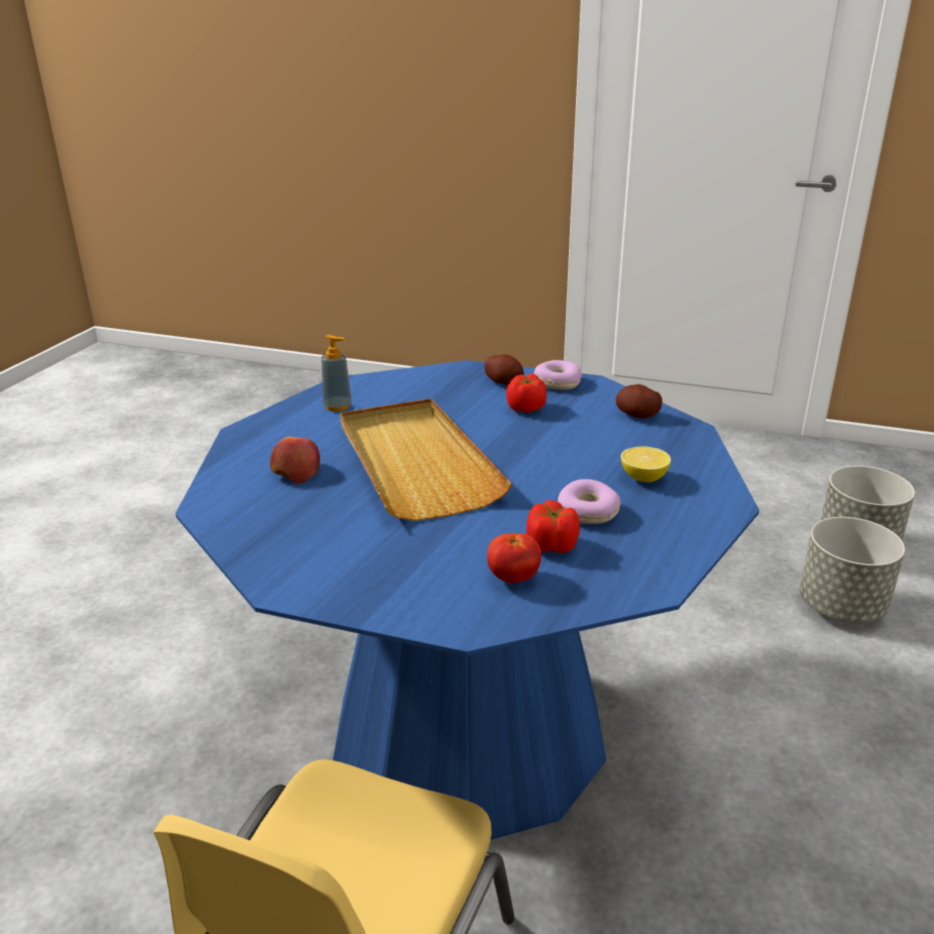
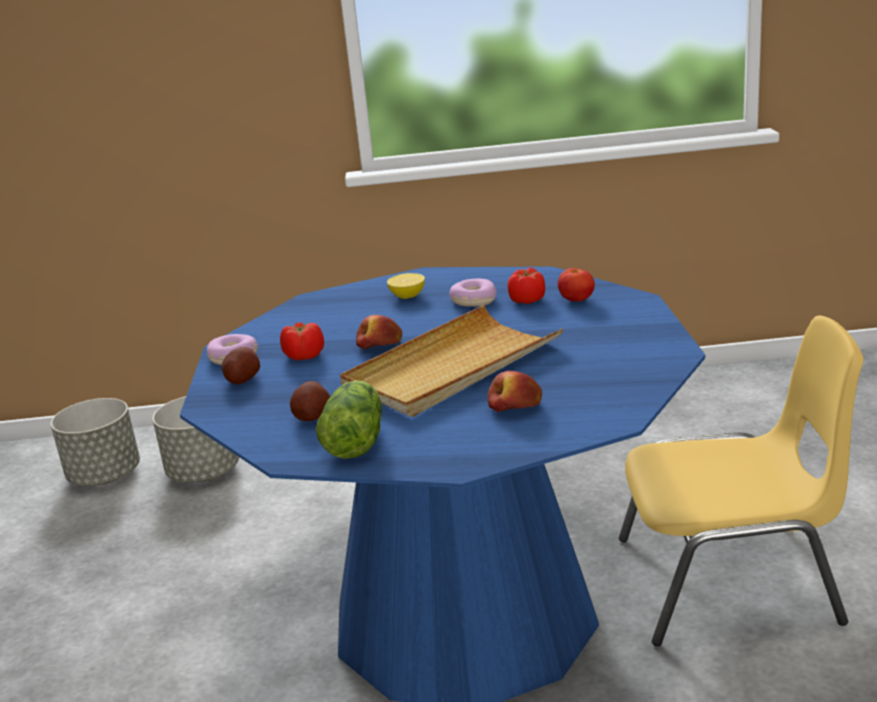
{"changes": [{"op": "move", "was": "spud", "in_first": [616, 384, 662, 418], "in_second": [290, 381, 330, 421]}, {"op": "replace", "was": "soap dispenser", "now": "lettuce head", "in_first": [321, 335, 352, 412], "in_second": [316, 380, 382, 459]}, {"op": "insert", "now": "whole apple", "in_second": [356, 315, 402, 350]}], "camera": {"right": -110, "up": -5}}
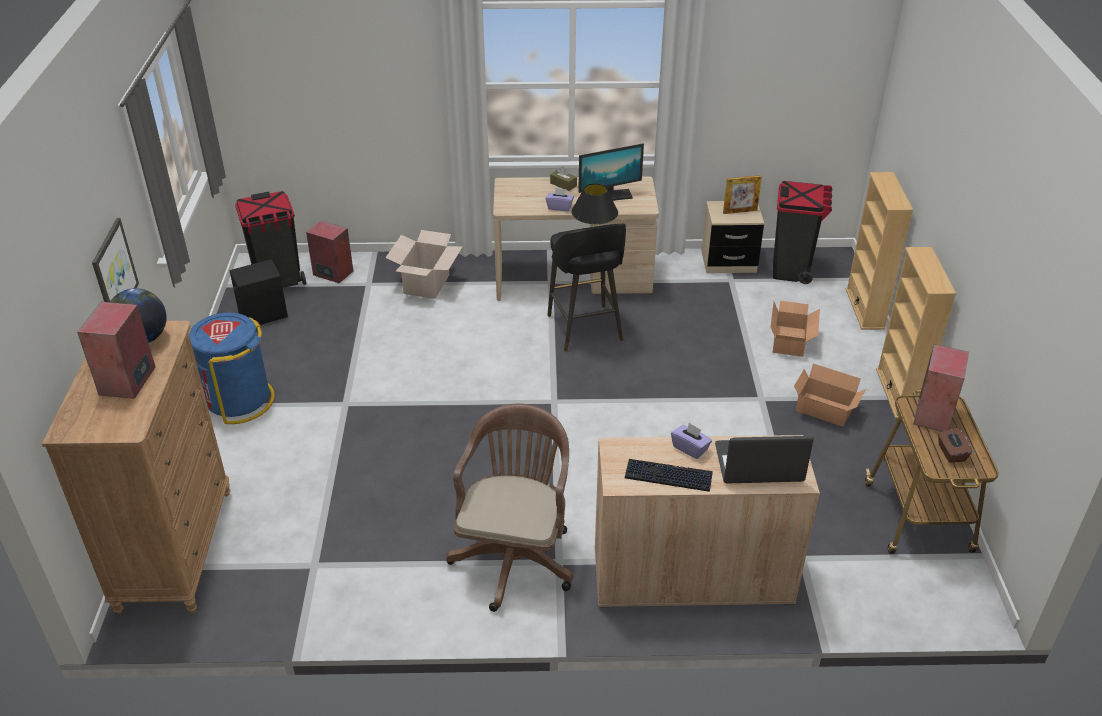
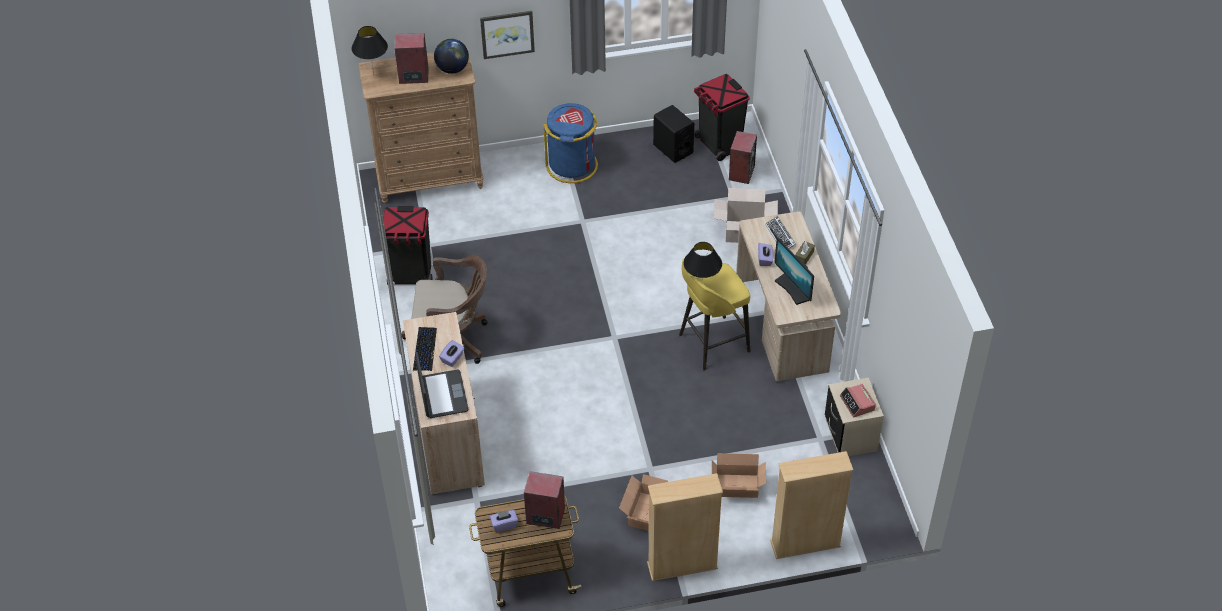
{"changes": [{"op": "insert", "now": "black lamp for a table", "in_second": [351, 26, 388, 74]}, {"op": "move", "was": "black waste bin", "in_first": [773, 181, 832, 284], "in_second": [383, 206, 432, 285]}, {"op": "recolor", "was": "brown tissue holder", "now": "purplish tissue holder", "in_first": [938, 428, 972, 463], "in_second": [490, 510, 518, 532]}, {"op": "recolor", "was": "black stool", "now": "yellowish stool", "in_first": [547, 224, 626, 351], "in_second": [679, 258, 751, 370]}, {"op": "insert", "now": "keyboard", "in_second": [765, 216, 796, 248]}, {"op": "replace", "was": "photo frame", "now": "bedside clock", "in_first": [723, 175, 762, 214], "in_second": [840, 384, 876, 418]}], "camera": {"right": 80, "up": 10}}
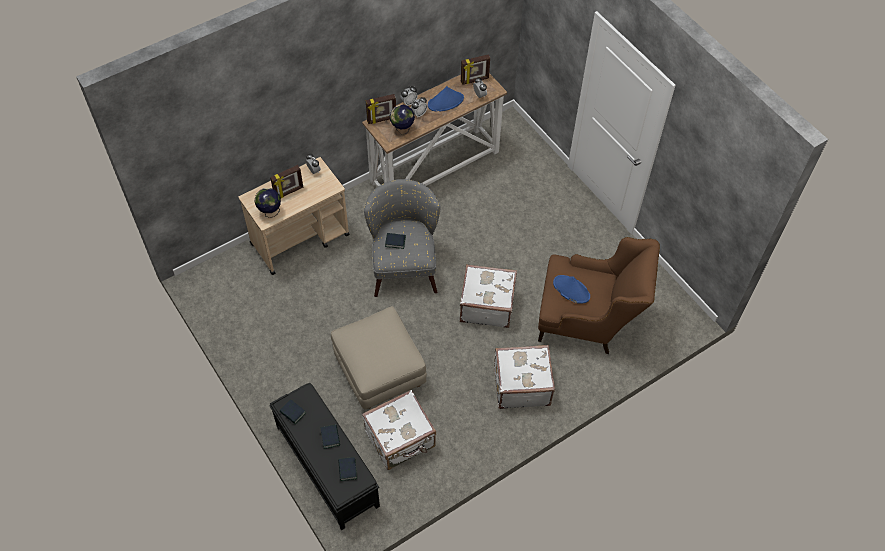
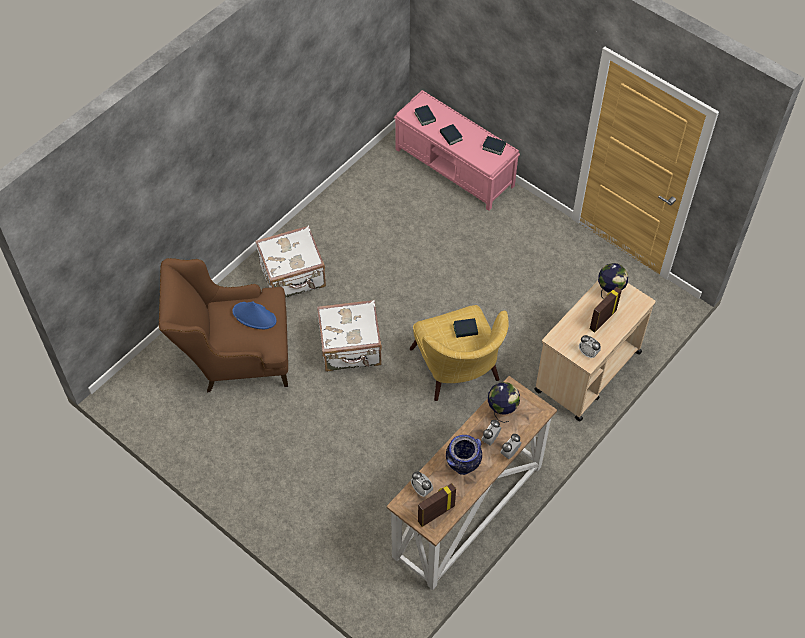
{"changes": [{"op": "recolor", "was": "black bench", "now": "pink bench", "in_first": [269, 383, 380, 530], "in_second": [394, 90, 520, 211]}, {"op": "recolor", "was": "gray armchair", "now": "yellowish armchair", "in_first": [364, 179, 441, 297], "in_second": [410, 305, 509, 401]}, {"op": "replace", "was": "blue wearable hat", "now": "vase", "in_first": [428, 86, 464, 111], "in_second": [446, 435, 482, 475]}, {"op": "delete", "was": "beige pouffe", "in_first": [331, 306, 427, 409]}, {"op": "delete", "was": "white-coloured suitcase", "in_first": [362, 390, 436, 470]}, {"op": "delete", "was": "photo frame", "in_first": [366, 94, 396, 124]}], "camera": {"right": 165, "up": 0}}
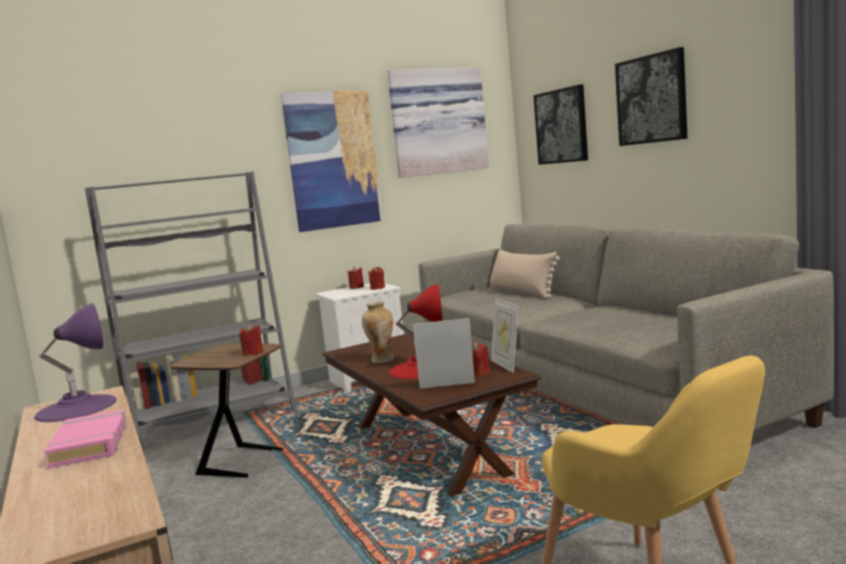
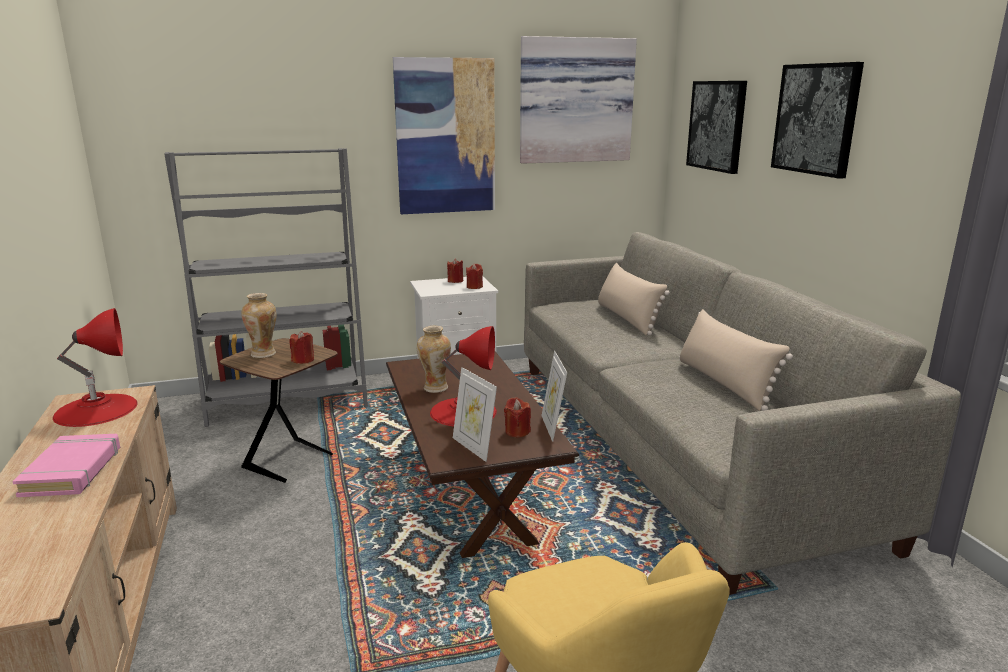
{"changes": [{"op": "recolor", "was": "purplish lamp for a table", "now": "reddish lamp for a table", "in_first": [34, 303, 117, 422], "in_second": [53, 308, 138, 427]}, {"op": "insert", "now": "vase", "in_second": [241, 293, 277, 358]}, {"op": "rotate", "was": "photo frame", "in_first": [413, 318, 475, 389], "in_second": [453, 367, 497, 462], "clockwise": -135}, {"op": "insert", "now": "beige cushion", "in_second": [679, 309, 793, 411]}], "camera": {"right": 10, "up": 10}}
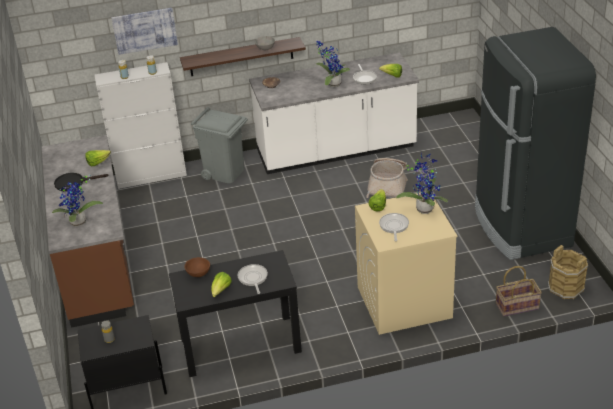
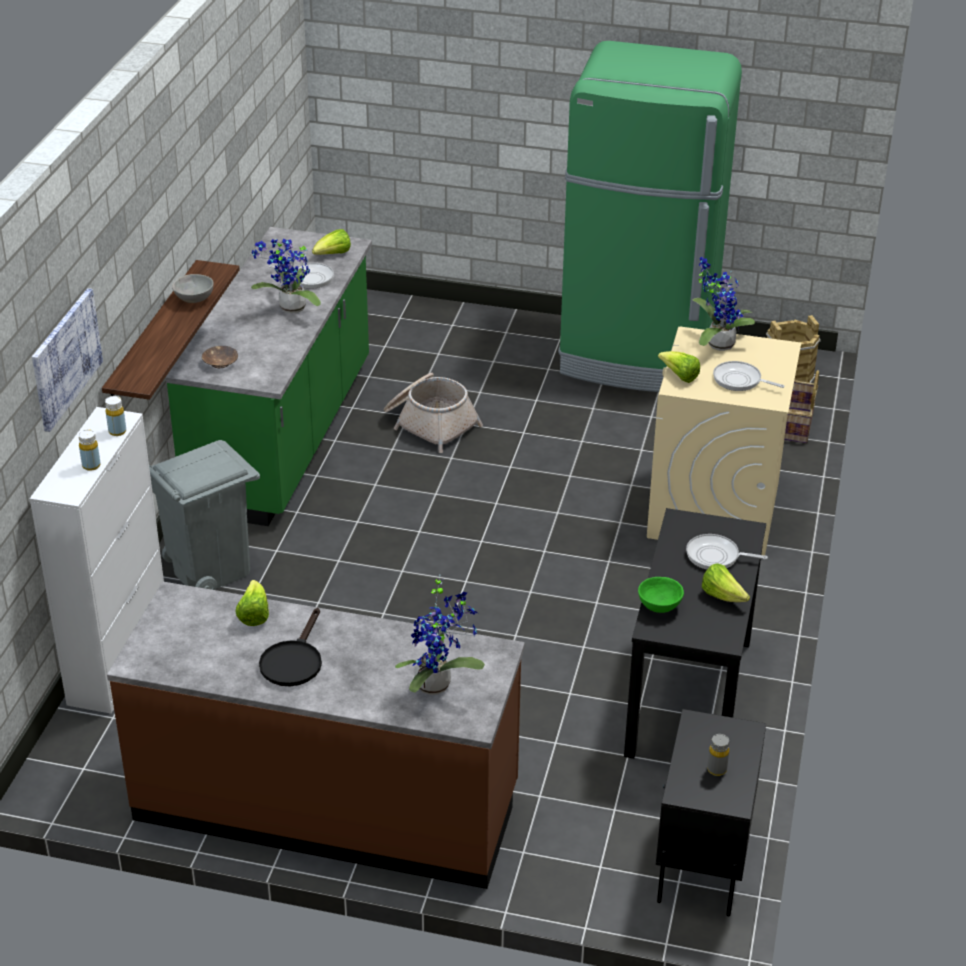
{"changes": [{"op": "recolor", "was": "white-coloured kitchen base unit", "now": "greenish kitchen base unit", "in_first": [249, 52, 419, 174], "in_second": [166, 227, 372, 526]}, {"op": "recolor", "was": "black kitchen fridge", "now": "greenish kitchen fridge", "in_first": [475, 27, 596, 260], "in_second": [558, 41, 742, 392]}, {"op": "recolor", "was": "brown deep dish", "now": "greenish deep dish", "in_first": [184, 257, 210, 277], "in_second": [638, 577, 684, 613]}], "camera": {"right": -65, "up": 0}}
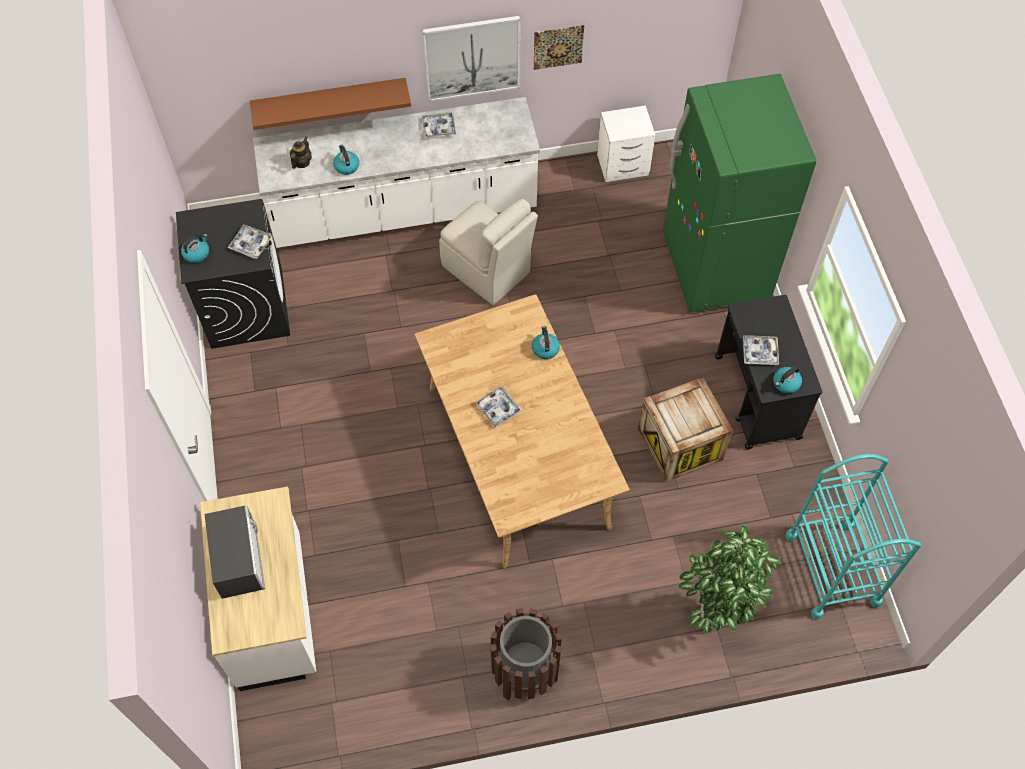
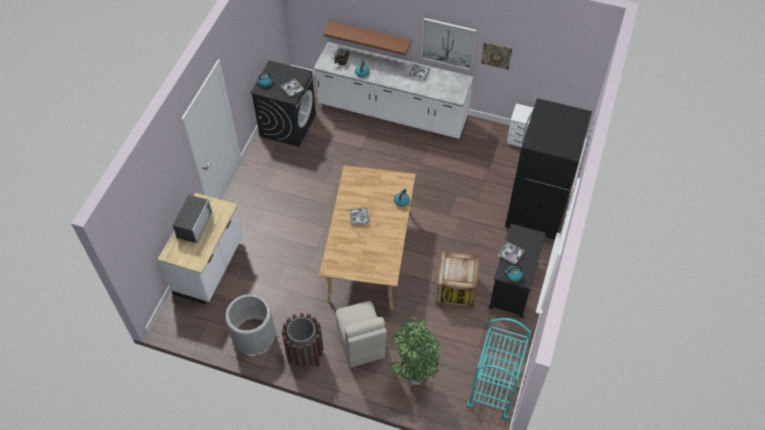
{"changes": [{"op": "insert", "now": "gray planter", "in_second": [225, 294, 275, 354]}, {"op": "move", "was": "beige plain chair", "in_first": [439, 199, 538, 305], "in_second": [335, 301, 387, 368]}, {"op": "recolor", "was": "greenish kitchen fridge", "now": "black kitchen fridge", "in_first": [663, 74, 816, 313], "in_second": [505, 98, 592, 240]}], "camera": {"right": 30, "up": -5}}
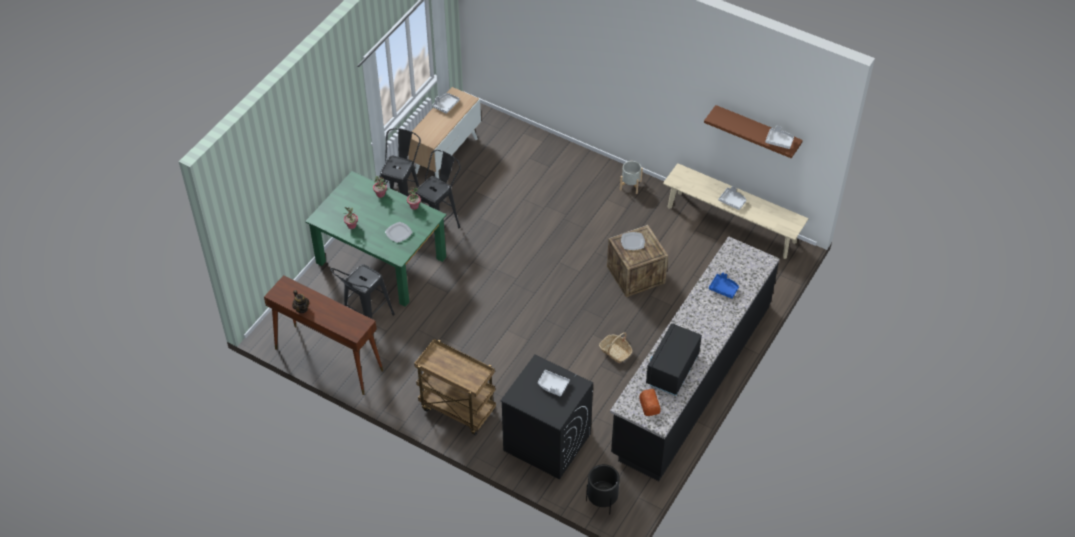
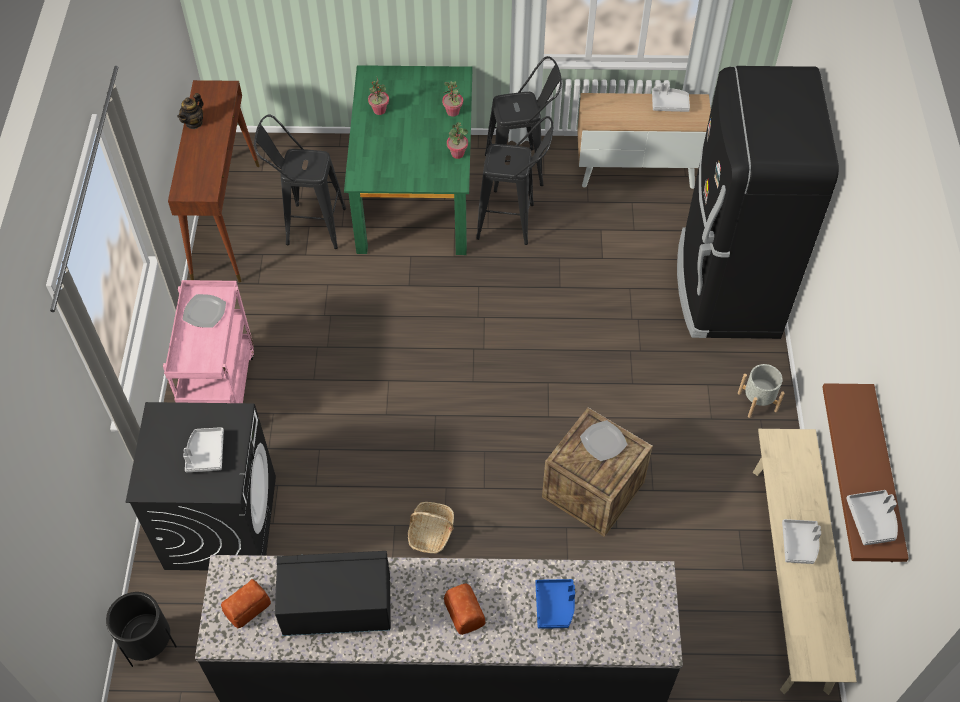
{"changes": [{"op": "recolor", "was": "brown cart", "now": "pink cart", "in_first": [414, 339, 496, 436], "in_second": [163, 280, 254, 403]}, {"op": "move", "was": "plate", "in_first": [385, 222, 413, 243], "in_second": [182, 294, 226, 328]}, {"op": "insert", "now": "baked bread", "in_second": [444, 584, 485, 635]}, {"op": "insert", "now": "black kitchen fridge", "in_second": [677, 66, 839, 339]}], "camera": {"right": 60, "up": 5}}
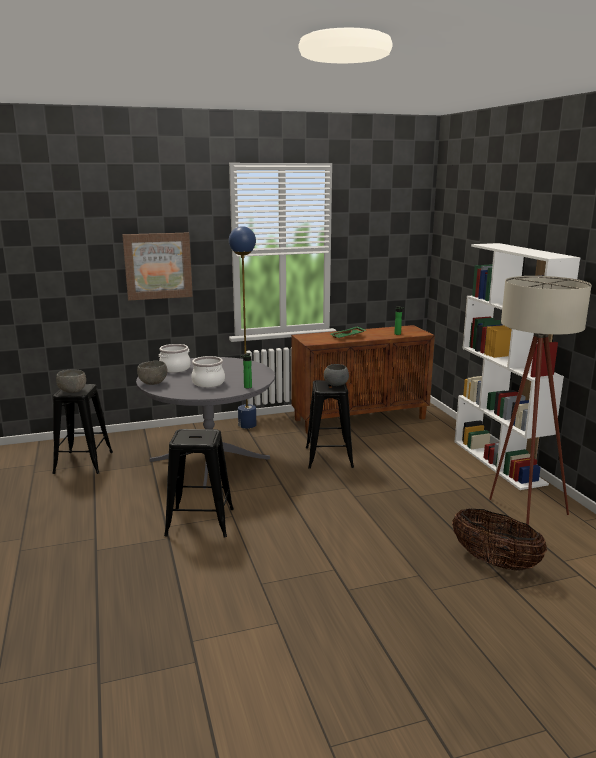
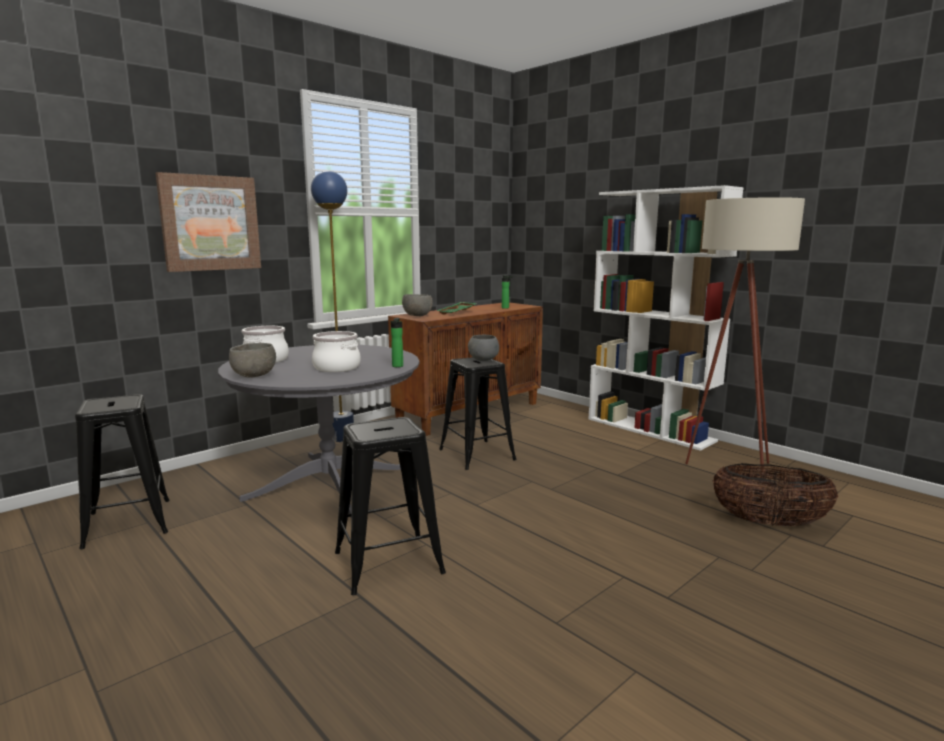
{"changes": [{"op": "move", "was": "gray deep dish", "in_first": [56, 370, 86, 393], "in_second": [402, 294, 433, 316]}], "camera": {"right": -25, "up": -5}}
